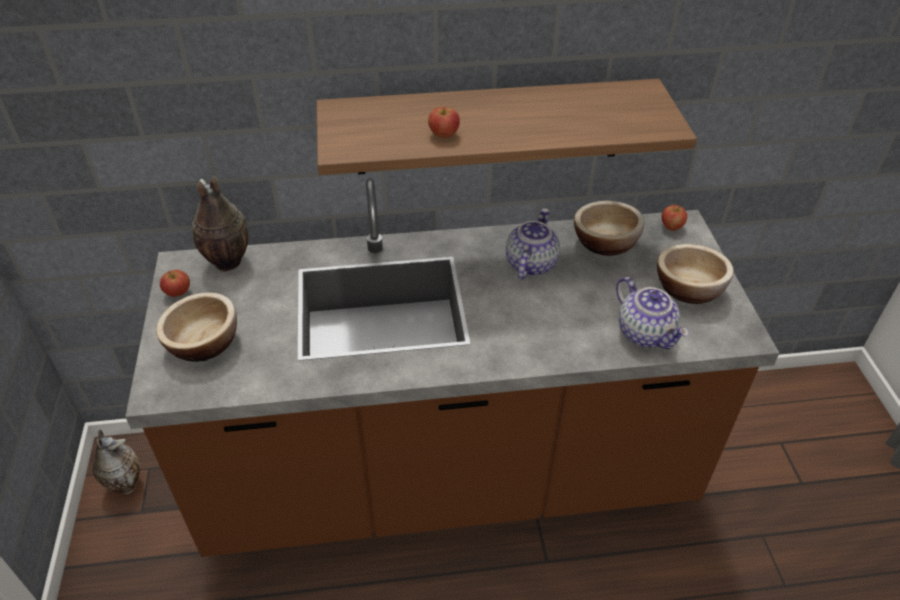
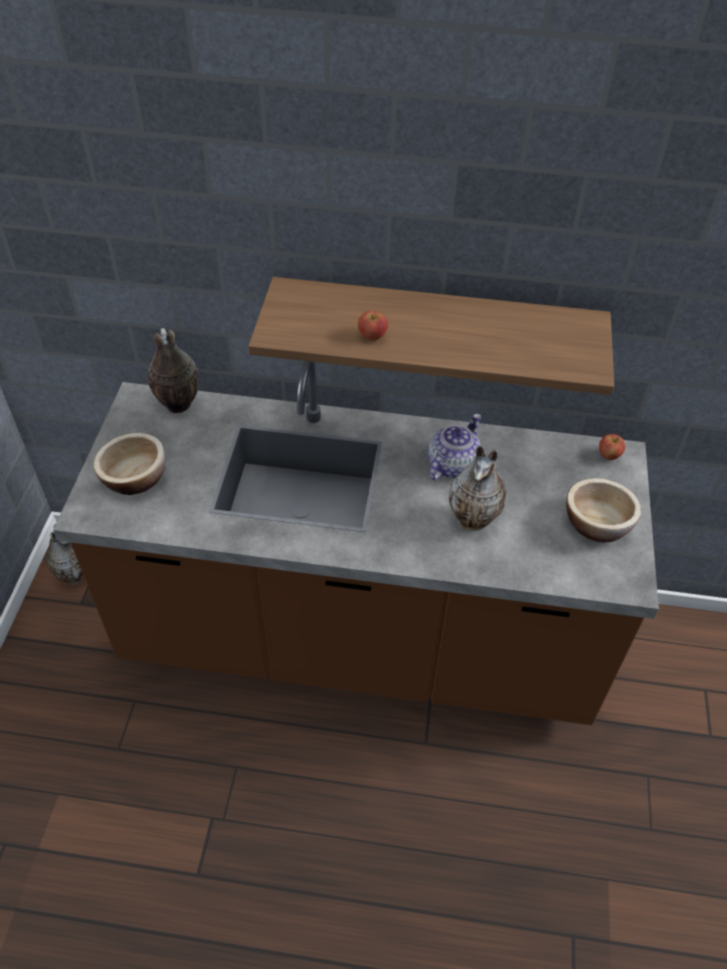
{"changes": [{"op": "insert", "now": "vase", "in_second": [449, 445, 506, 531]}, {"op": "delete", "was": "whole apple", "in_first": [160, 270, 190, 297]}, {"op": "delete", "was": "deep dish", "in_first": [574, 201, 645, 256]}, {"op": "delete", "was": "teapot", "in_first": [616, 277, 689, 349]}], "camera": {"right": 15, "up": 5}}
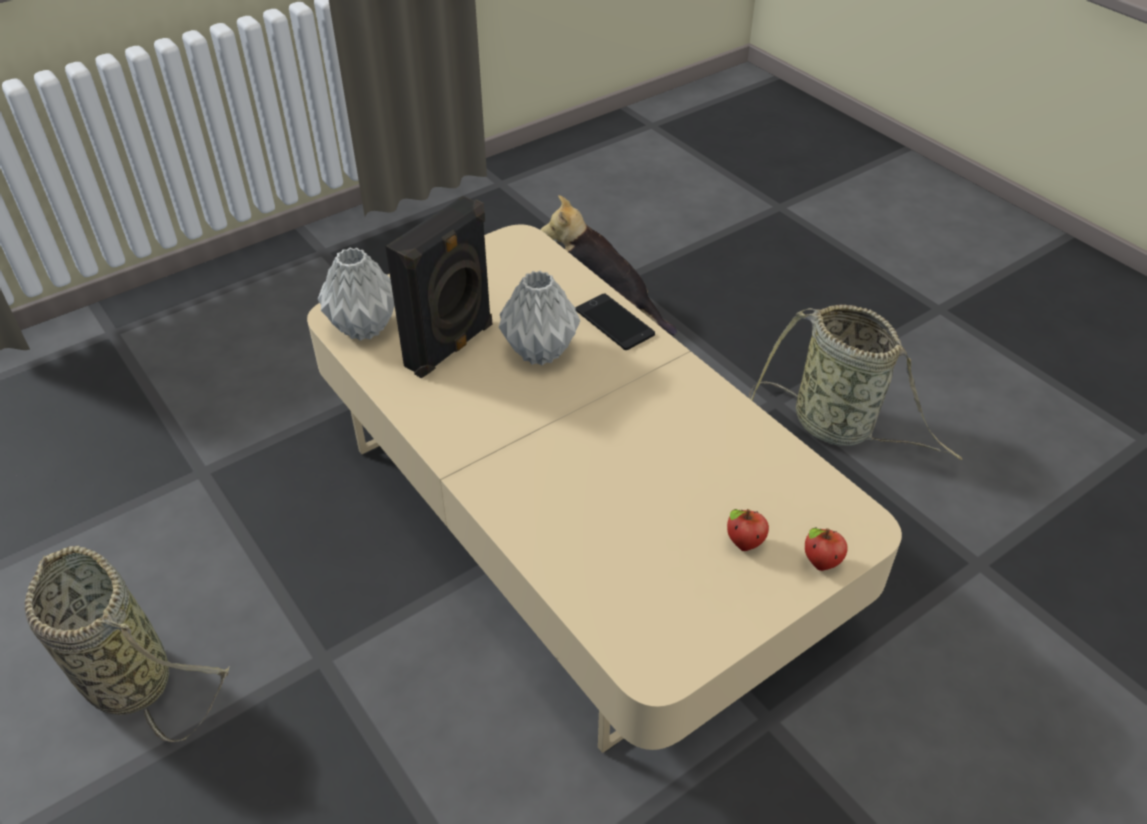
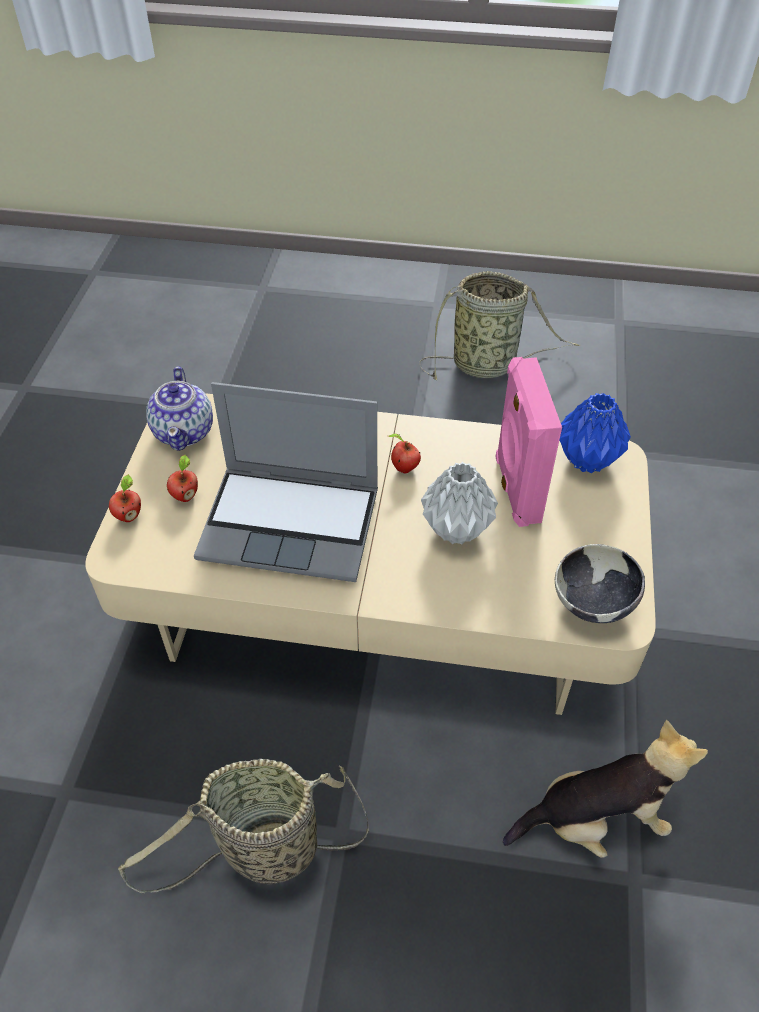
{"changes": [{"op": "insert", "now": "teapot", "in_second": [146, 366, 213, 451]}, {"op": "insert", "now": "portable computer", "in_second": [194, 382, 378, 582]}, {"op": "insert", "now": "whole apple", "in_second": [388, 434, 421, 474]}, {"op": "recolor", "was": "black speaker", "now": "pink speaker", "in_first": [385, 196, 492, 378], "in_second": [495, 357, 562, 527]}, {"op": "insert", "now": "deep dish", "in_second": [555, 544, 645, 623]}, {"op": "recolor", "was": "gray vase", "now": "blue vase", "in_first": [318, 248, 395, 341], "in_second": [559, 393, 631, 473]}, {"op": "delete", "was": "handset", "in_first": [576, 293, 655, 350]}], "camera": {"right": 135, "up": 5}}
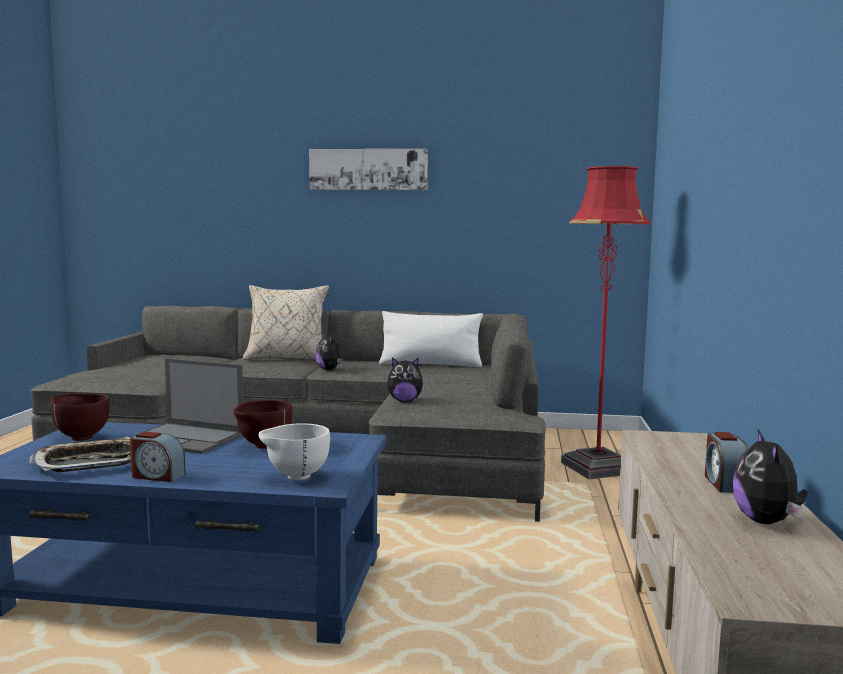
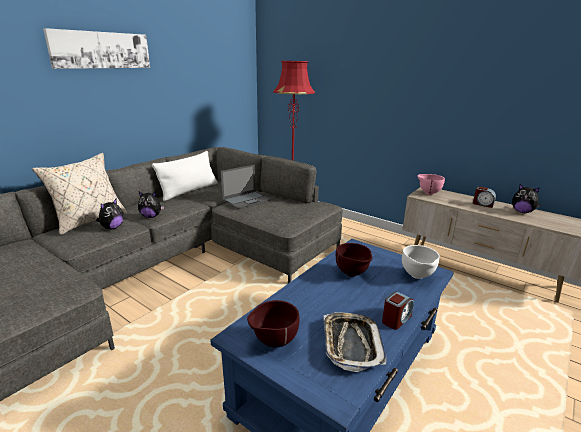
{"changes": [{"op": "move", "was": "cuddly toy", "in_first": [387, 357, 425, 402], "in_second": [96, 199, 123, 229]}, {"op": "move", "was": "portable computer", "in_first": [130, 358, 243, 454], "in_second": [220, 165, 271, 209]}, {"op": "insert", "now": "pink deep dish", "in_second": [417, 174, 445, 195]}], "camera": {"right": -60, "up": 15}}
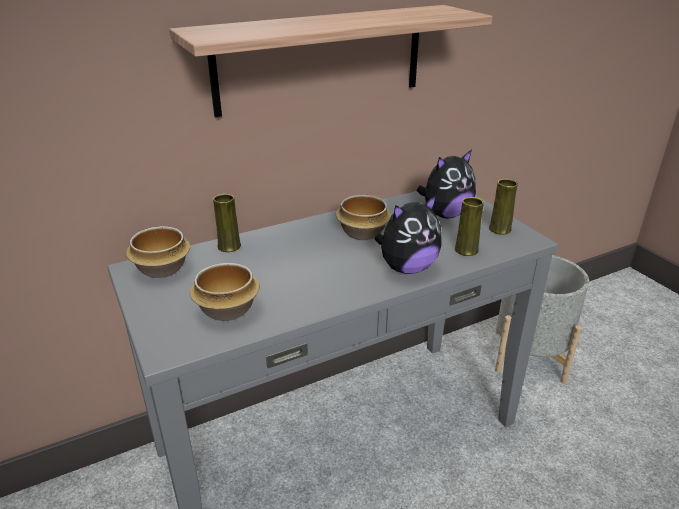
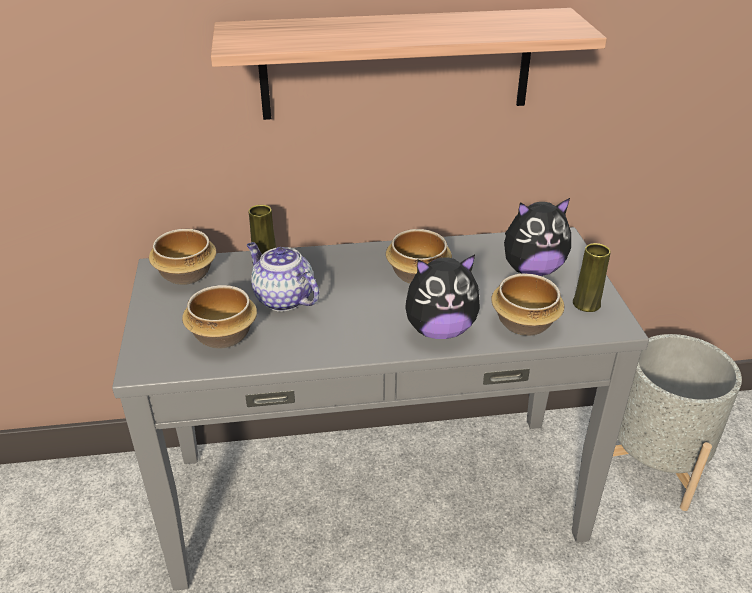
{"changes": [{"op": "insert", "now": "teapot", "in_second": [247, 242, 319, 312]}, {"op": "replace", "was": "yellowish vase", "now": "deep dish", "in_first": [455, 197, 484, 256], "in_second": [491, 273, 564, 336]}], "camera": {"right": 20, "up": 5}}
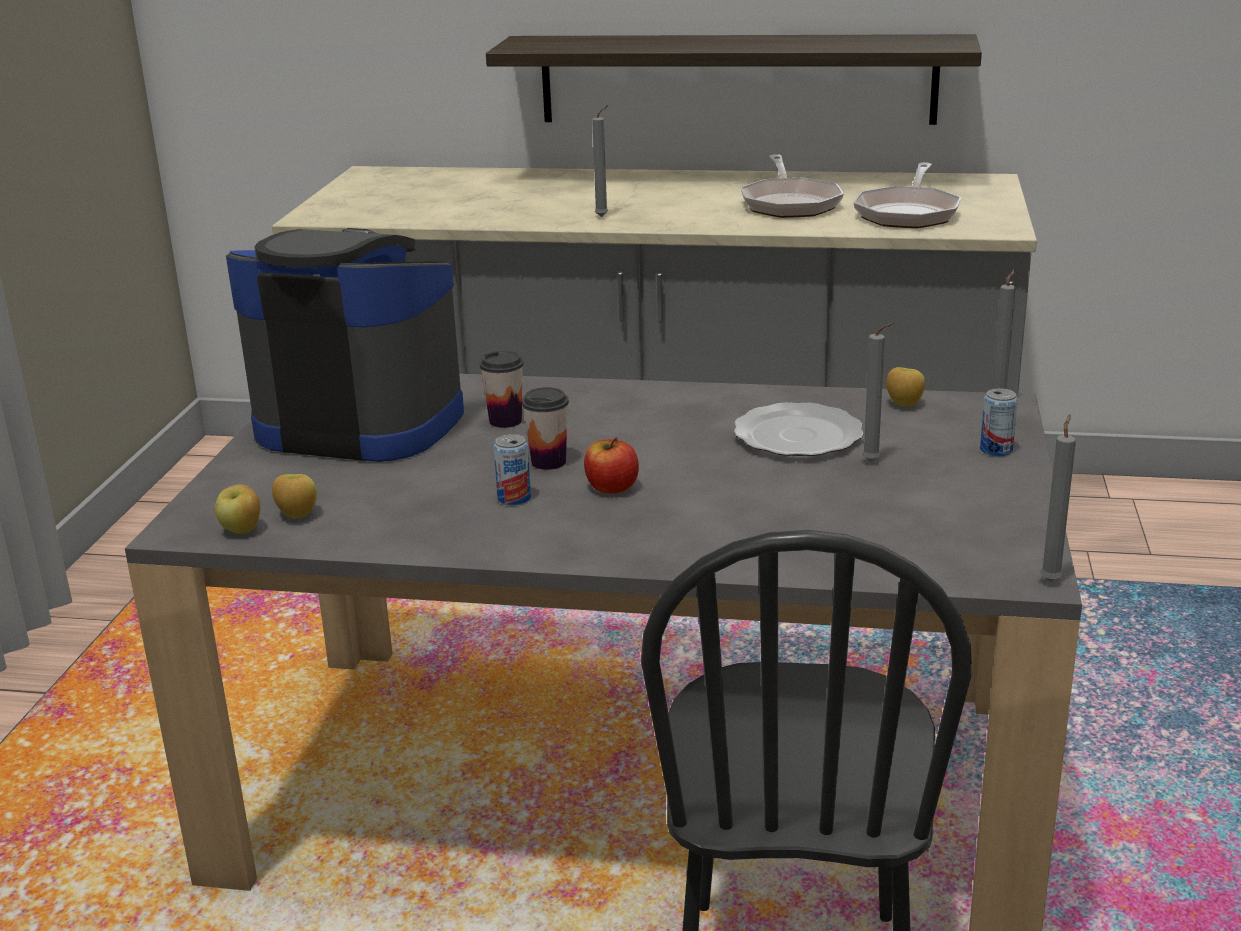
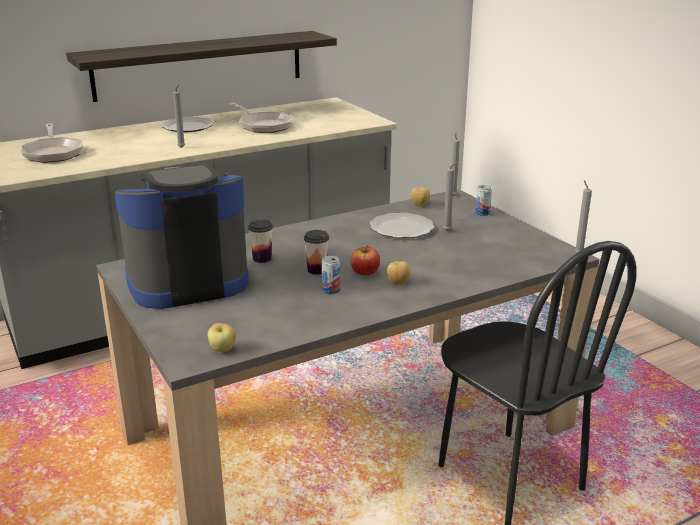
{"changes": [{"op": "move", "was": "pan", "in_first": [853, 162, 961, 228], "in_second": [21, 123, 83, 163]}, {"op": "insert", "now": "plate", "in_second": [162, 117, 214, 133]}, {"op": "move", "was": "whole apple", "in_first": [272, 474, 317, 519], "in_second": [387, 261, 410, 285]}], "camera": {"right": -40, "up": 0}}
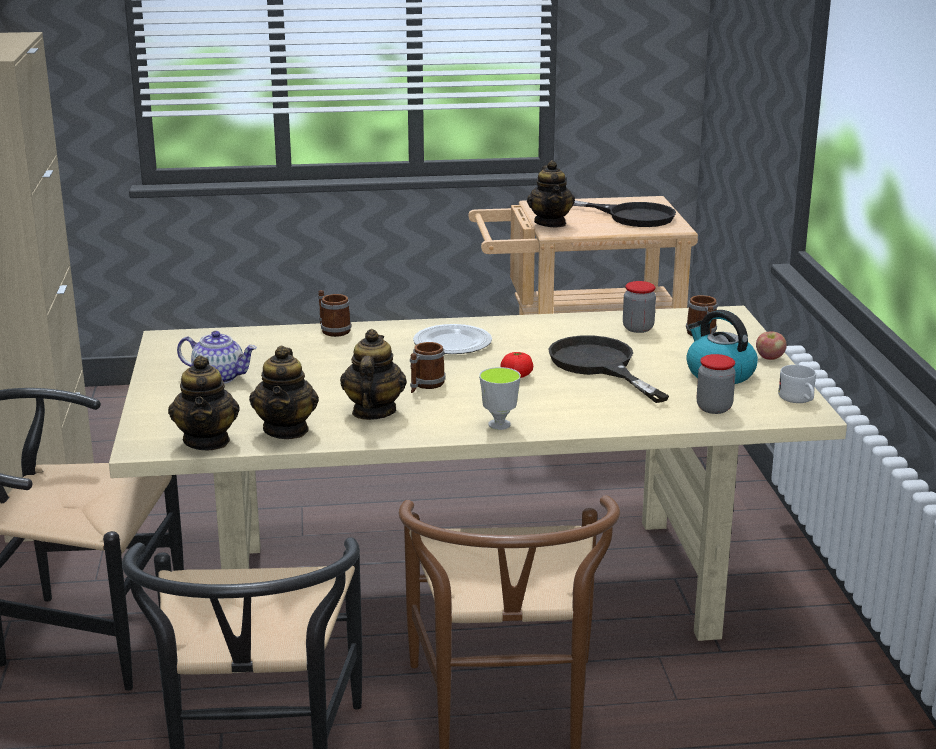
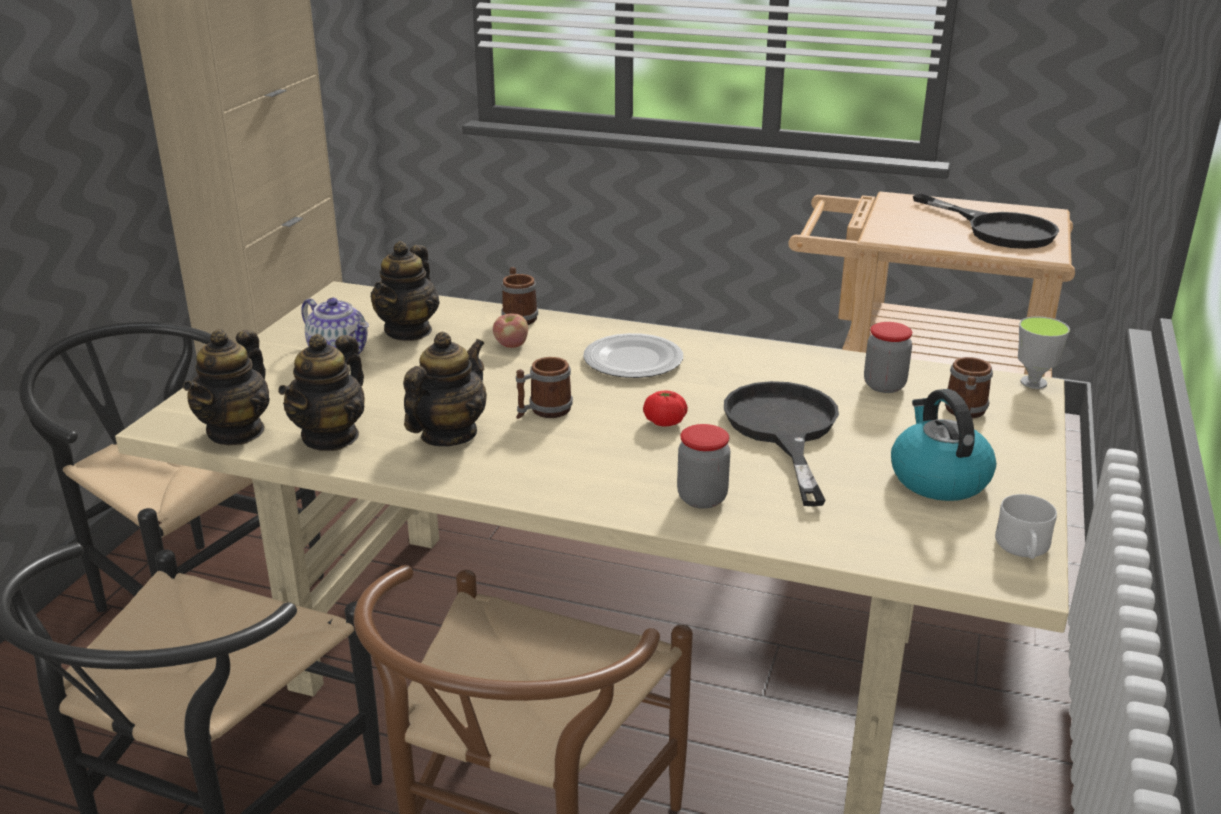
{"changes": [{"op": "move", "was": "teapot", "in_first": [527, 160, 575, 227], "in_second": [371, 241, 440, 341]}, {"op": "move", "was": "whole apple", "in_first": [756, 331, 787, 360], "in_second": [493, 313, 528, 348]}, {"op": "move", "was": "storage jar", "in_first": [697, 354, 736, 414], "in_second": [677, 424, 731, 509]}, {"op": "move", "was": "drinking cup", "in_first": [479, 367, 521, 430], "in_second": [1018, 316, 1070, 389]}], "camera": {"right": 25, "up": 5}}
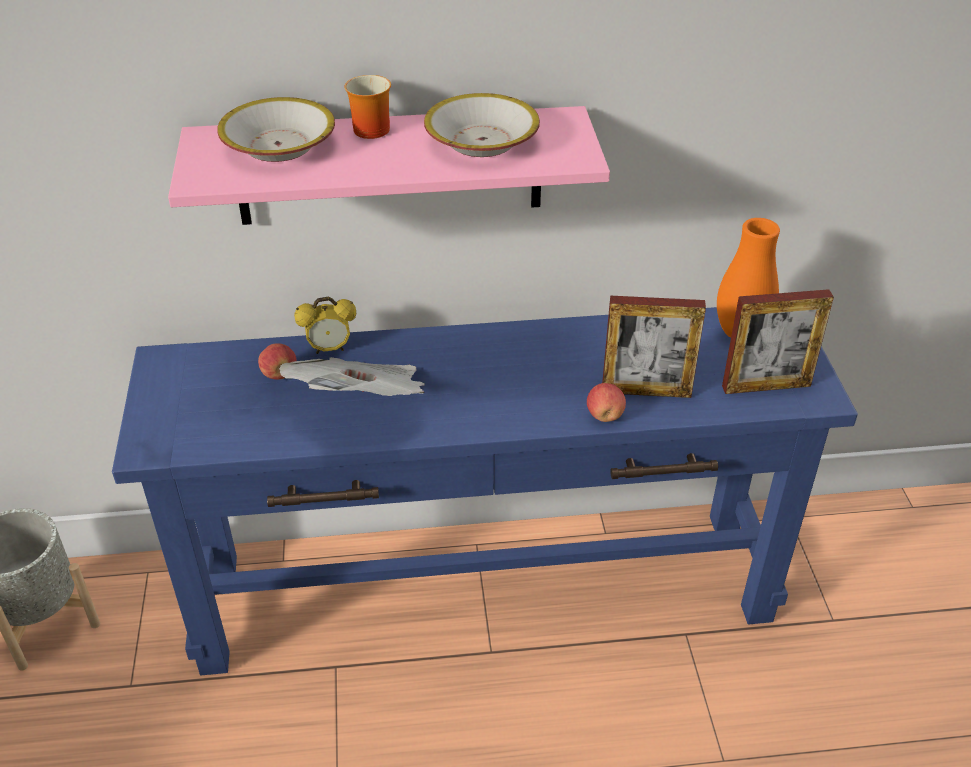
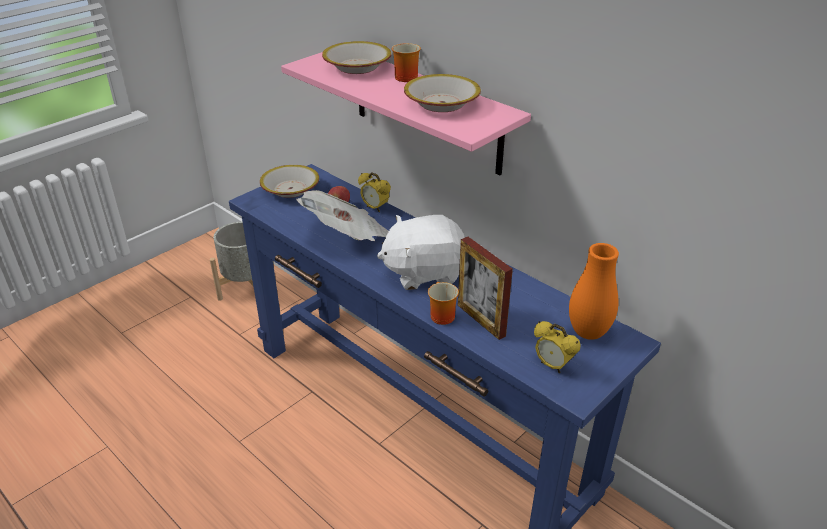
{"changes": [{"op": "insert", "now": "deep dish", "in_second": [260, 165, 319, 198]}, {"op": "insert", "now": "white-coloured cuddly toy", "in_second": [377, 215, 465, 290]}, {"op": "replace", "was": "whole apple", "now": "mug", "in_first": [587, 383, 626, 422], "in_second": [428, 282, 459, 325]}, {"op": "replace", "was": "photo frame", "now": "bedside clock", "in_first": [722, 289, 834, 394], "in_second": [534, 321, 581, 373]}], "camera": {"right": 50, "up": -5}}
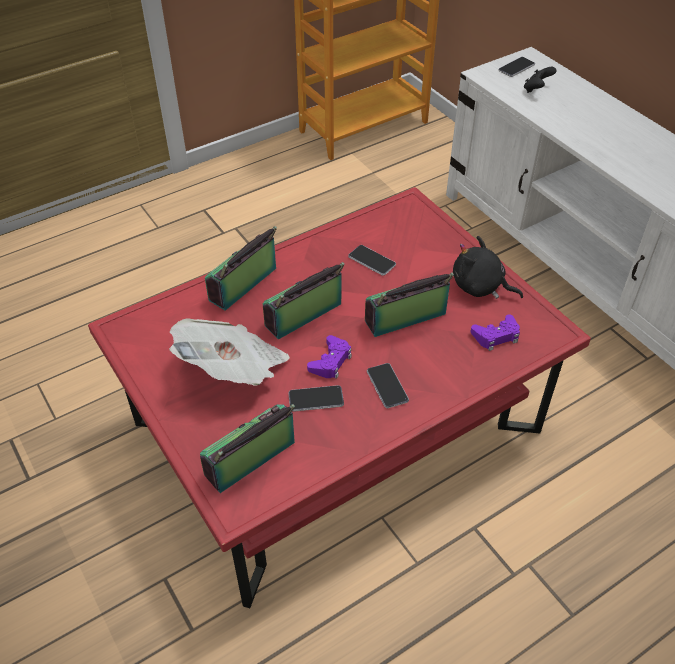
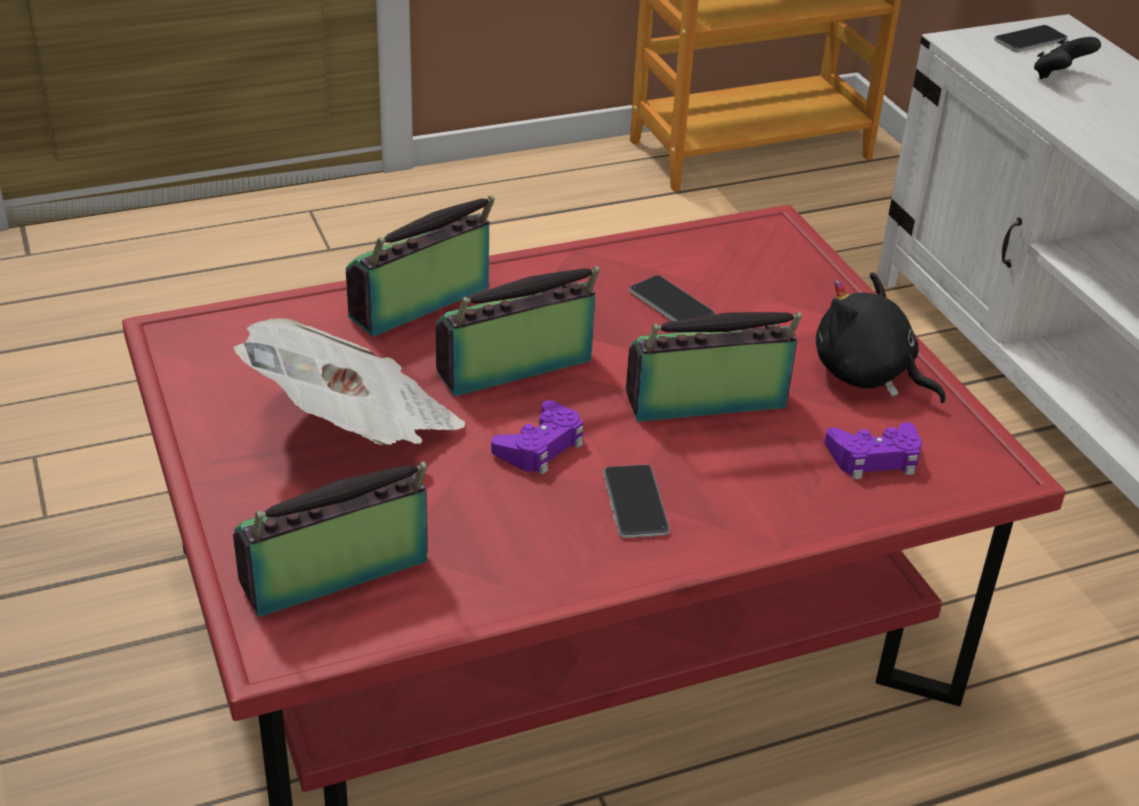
{"changes": [{"op": "delete", "was": "handset", "in_first": [288, 385, 344, 412]}], "camera": {"right": 10, "up": -10}}
